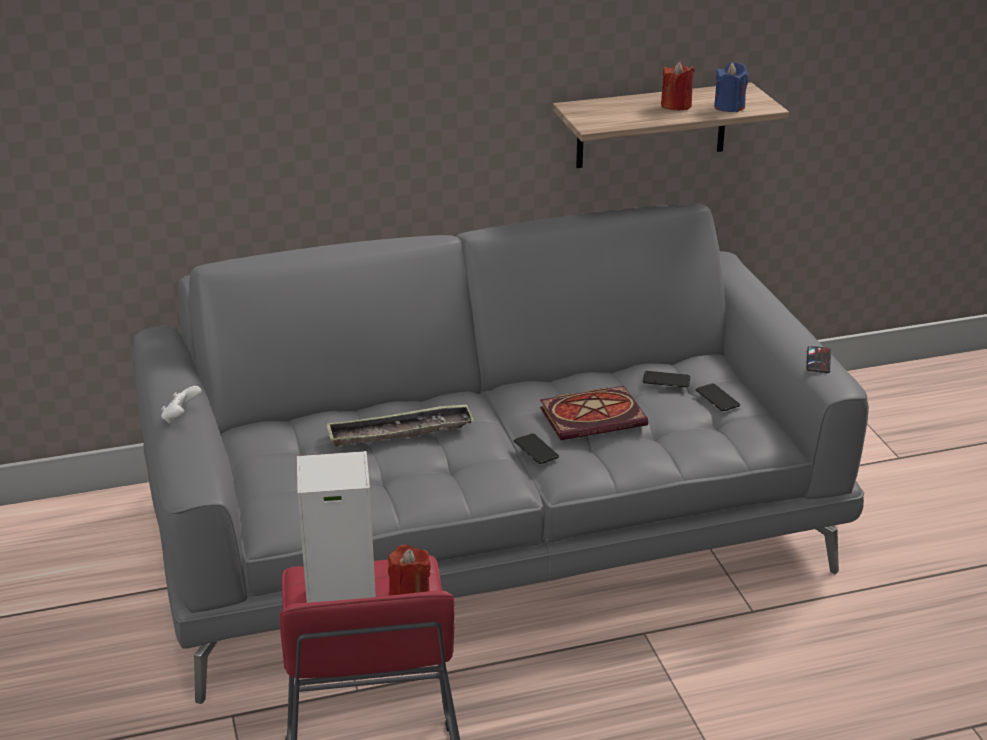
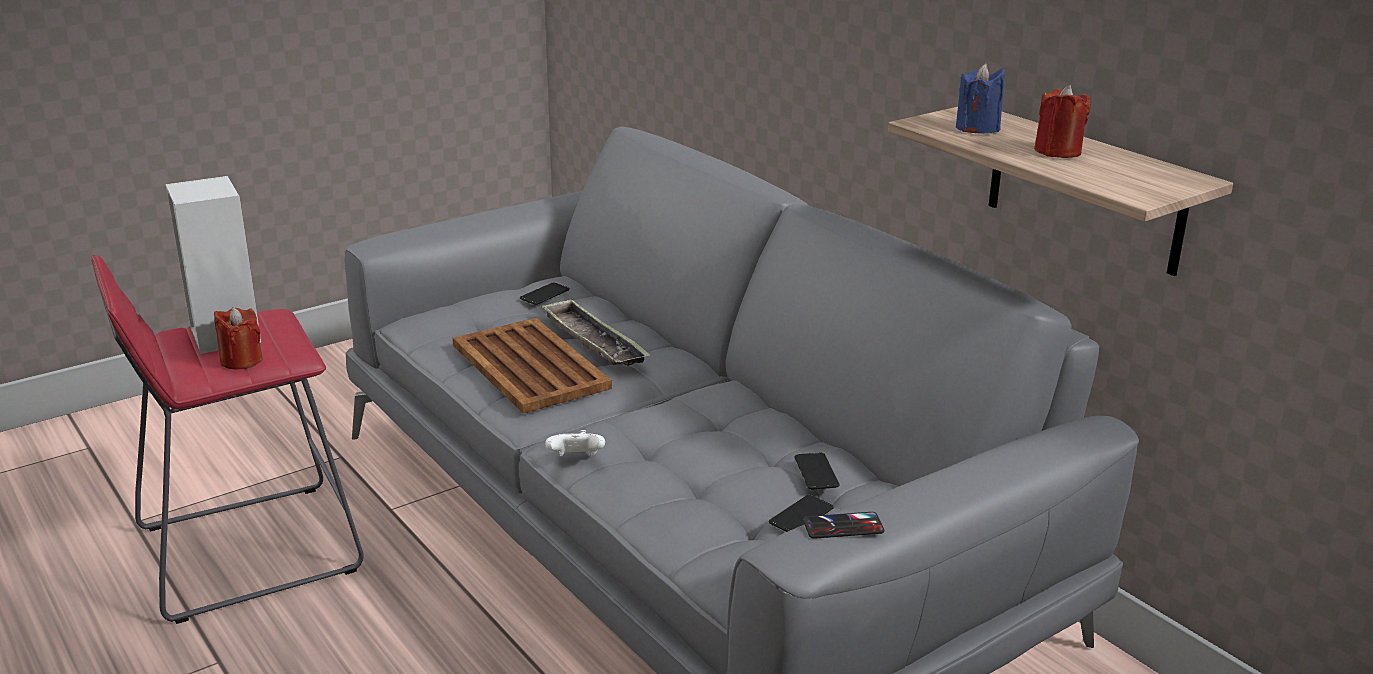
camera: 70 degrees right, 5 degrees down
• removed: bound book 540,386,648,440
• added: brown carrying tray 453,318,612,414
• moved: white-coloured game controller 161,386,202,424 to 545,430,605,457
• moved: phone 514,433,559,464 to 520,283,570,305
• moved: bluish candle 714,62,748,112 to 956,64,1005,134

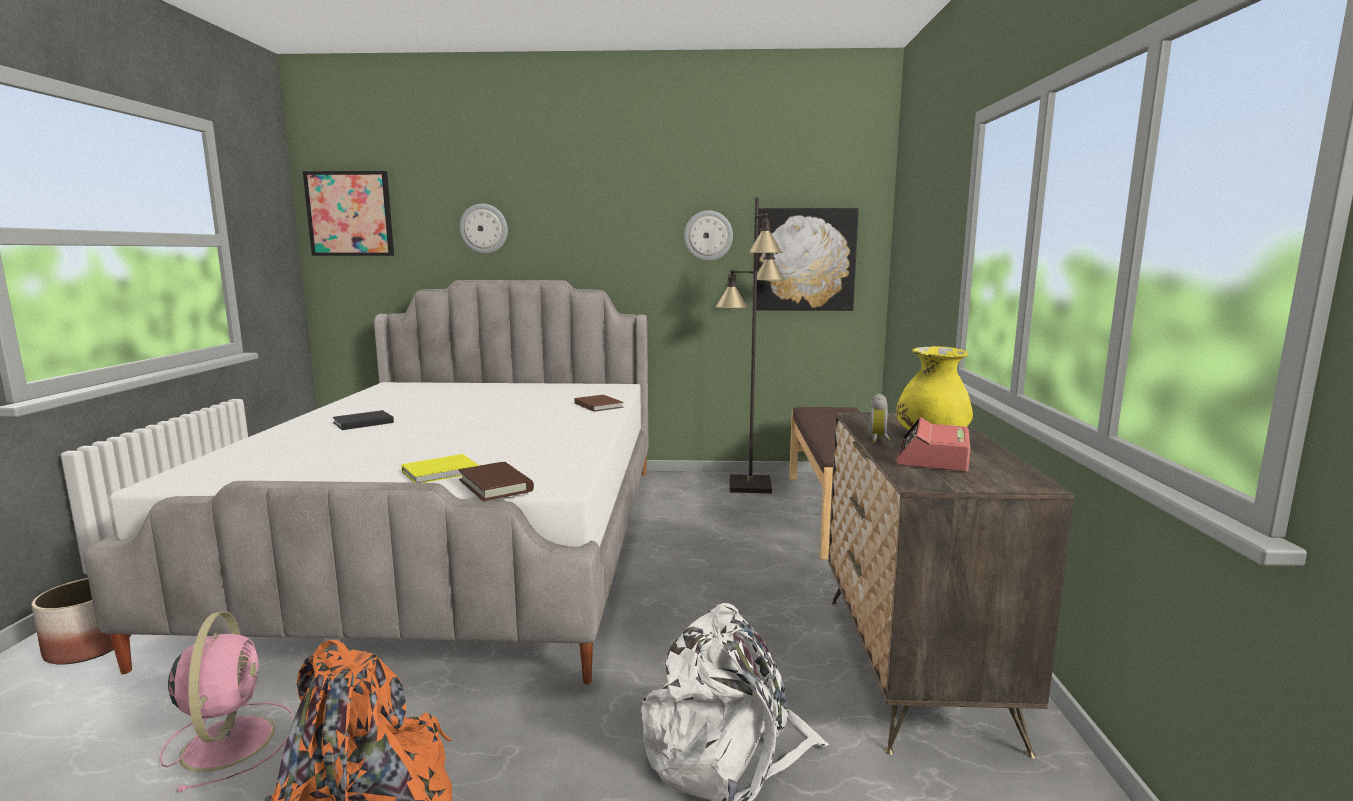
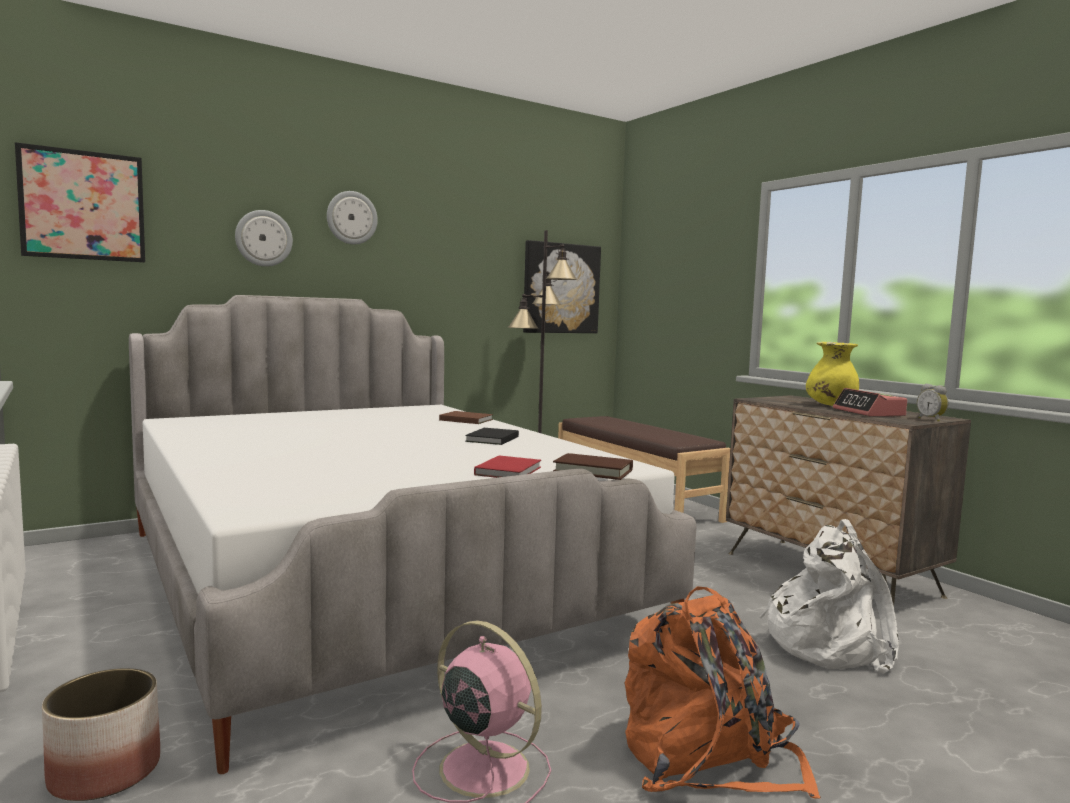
camera: 35 degrees left, 5 degrees down
• moved: black-coloured bound book 333,410,394,430 to 465,428,519,445
• moved: hanging clock 684,210,733,261 to 327,191,378,245
• moved: bedside clock 869,393,890,443 to 917,384,948,422
• recoloured: yellow bound book 401,454,479,483 to red bound book 474,456,541,478

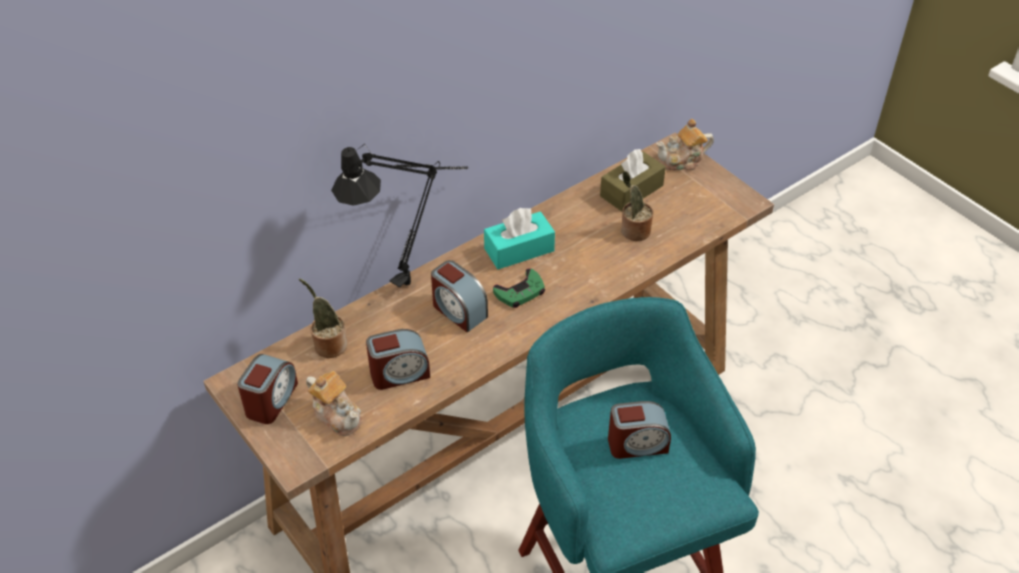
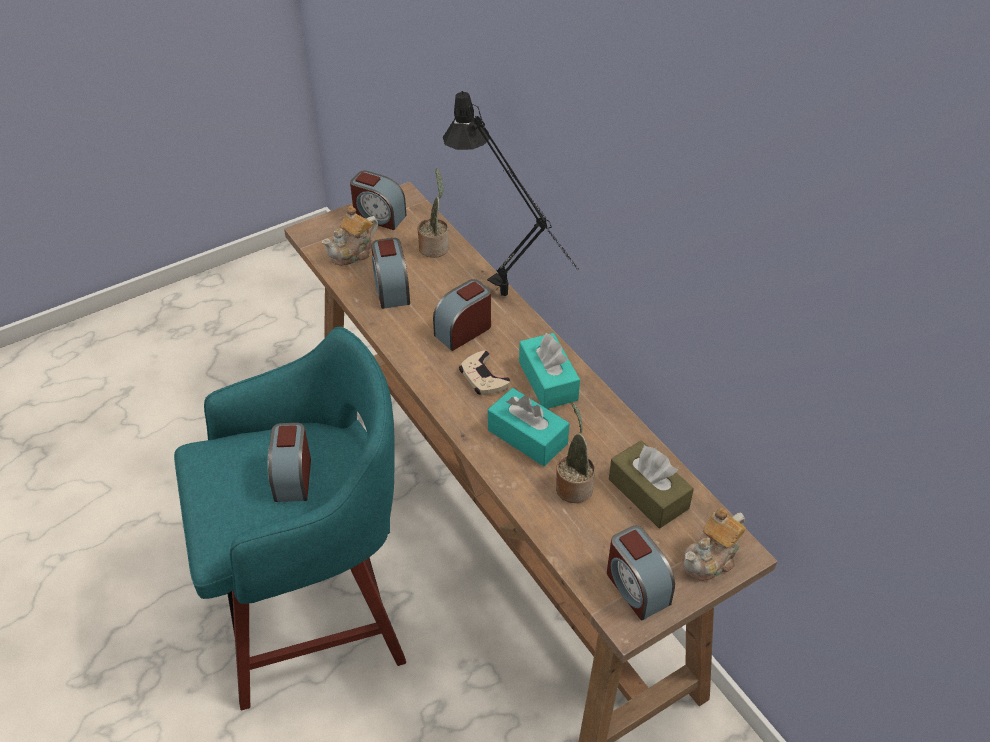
camera: 95 degrees right, 0 degrees up
• added: turquoise tissue box 488,388,569,466
• added: bedside clock 607,525,675,621
• recoloured: green game controller 493,268,545,308 to sand-coloured game controller 459,351,510,395
• turned: tea pot 656,119,714,170 = 682,508,746,581 120 degrees counterclockwise

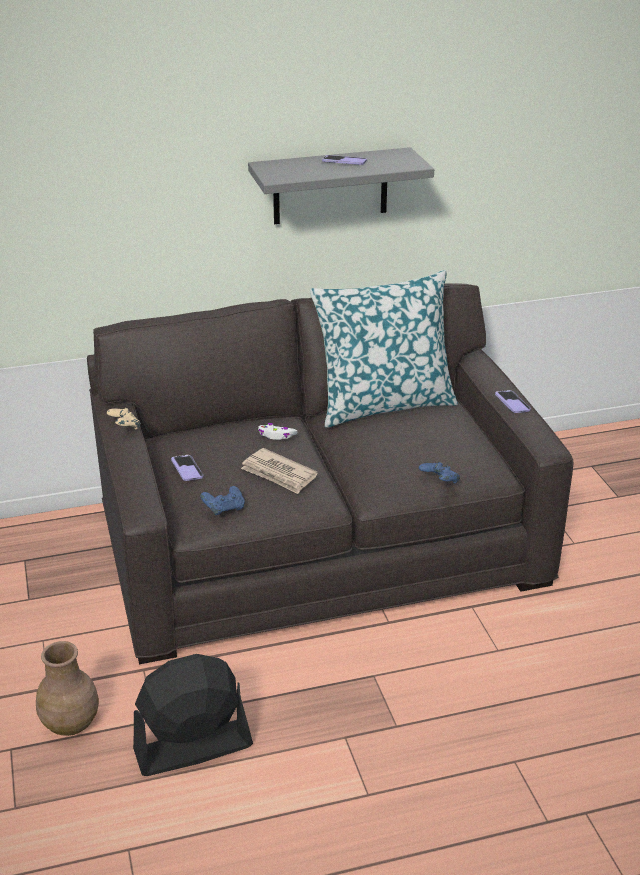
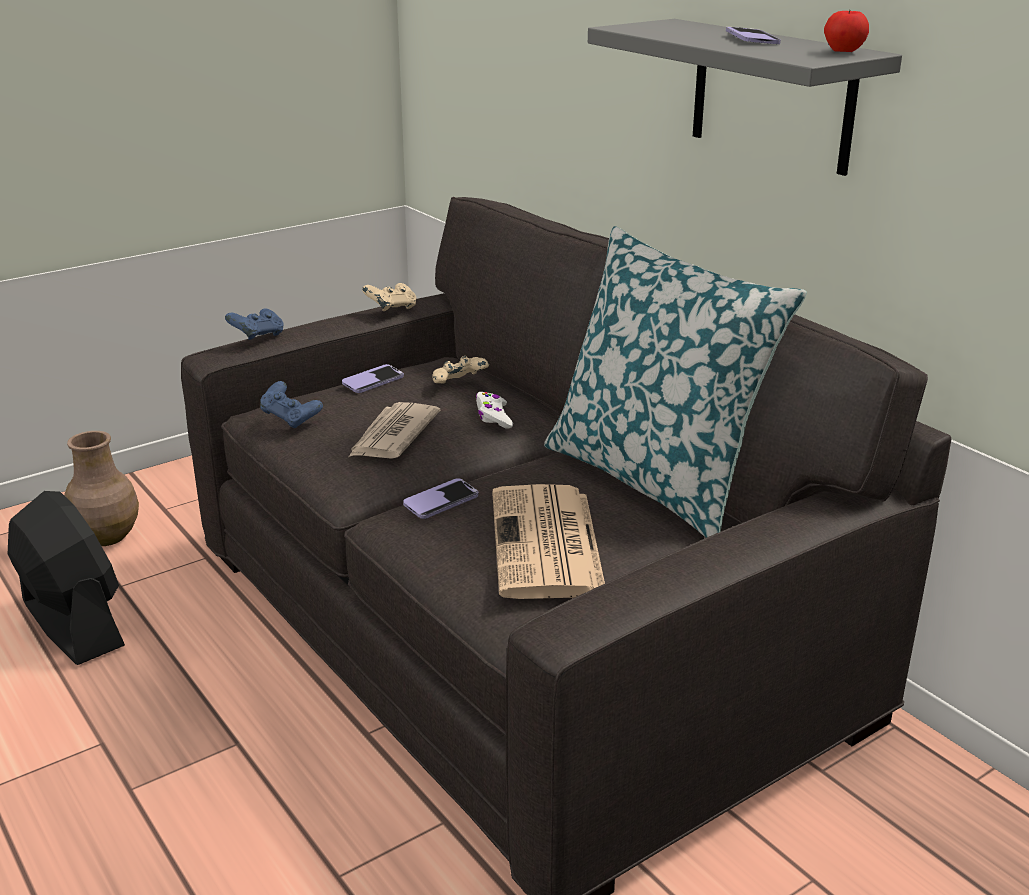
camera: 70 degrees right, 5 degrees down
• added: sand-coloured game controller 432,356,489,384
• added: newspaper 492,484,605,599
• added: whole apple 824,10,869,52
• moved: bluish game controller 419,462,460,483 to 225,308,283,340
• moved: phone 495,390,531,413 to 403,478,478,519

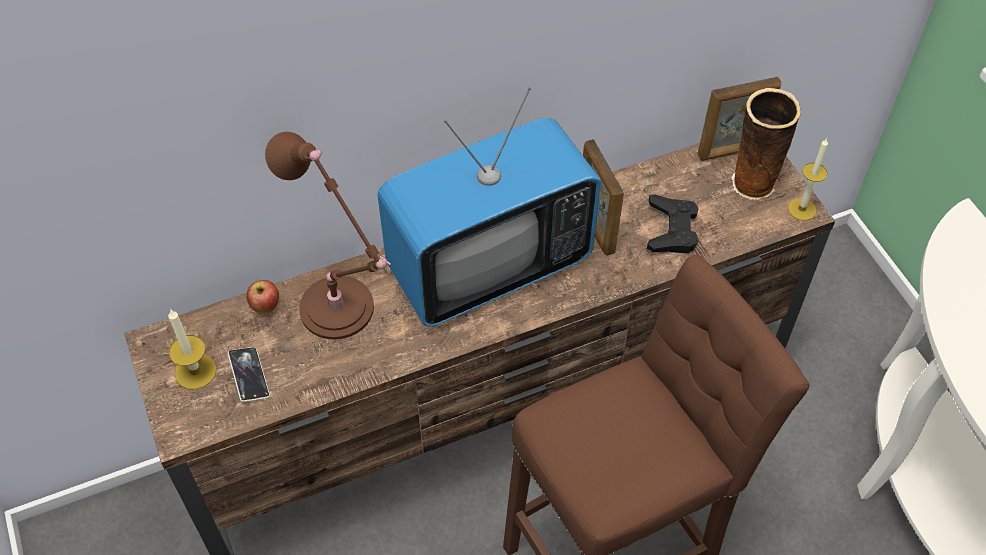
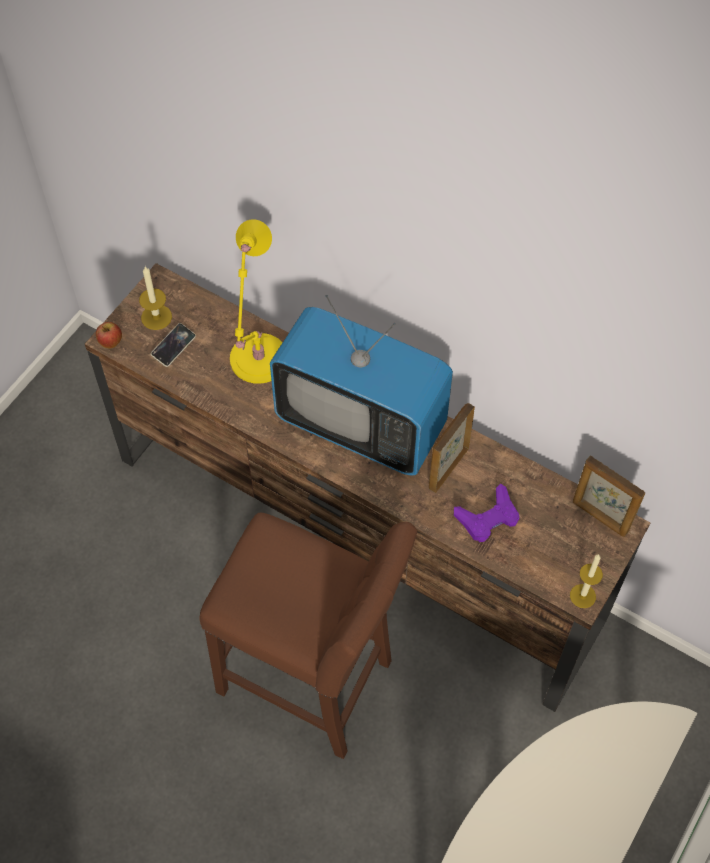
camera: 55 degrees right, 5 degrees up
• removed: decorative vase 731,88,801,200
• moved: whole apple 246,280,279,314 to 96,322,122,348
• recoloured: brown table lamp 265,132,391,340 to yellow table lamp 230,219,283,384
• recoloured: black-coloured game controller 647,194,699,253 to purplish game controller 454,484,519,542

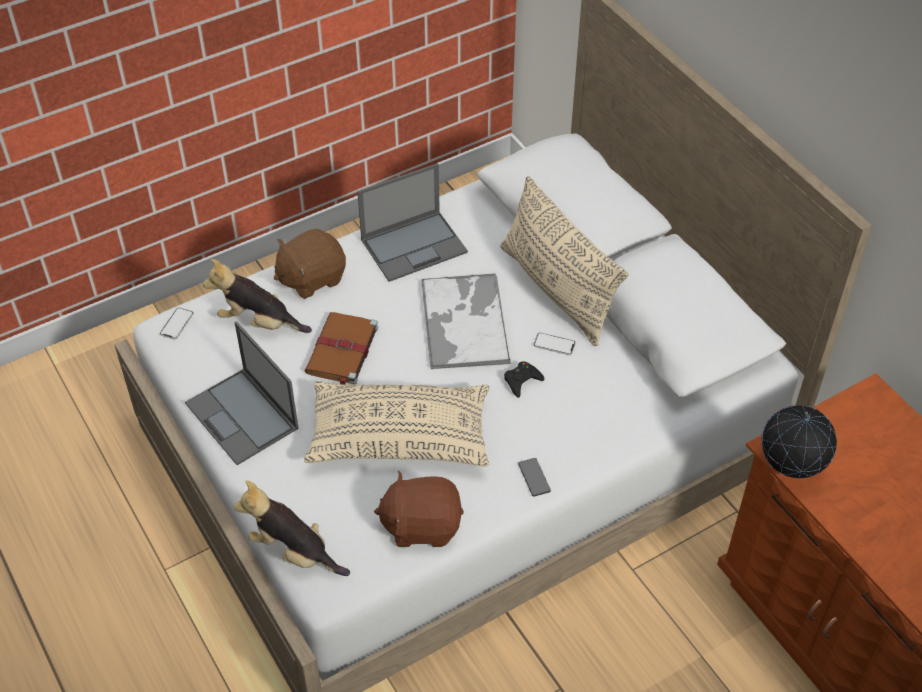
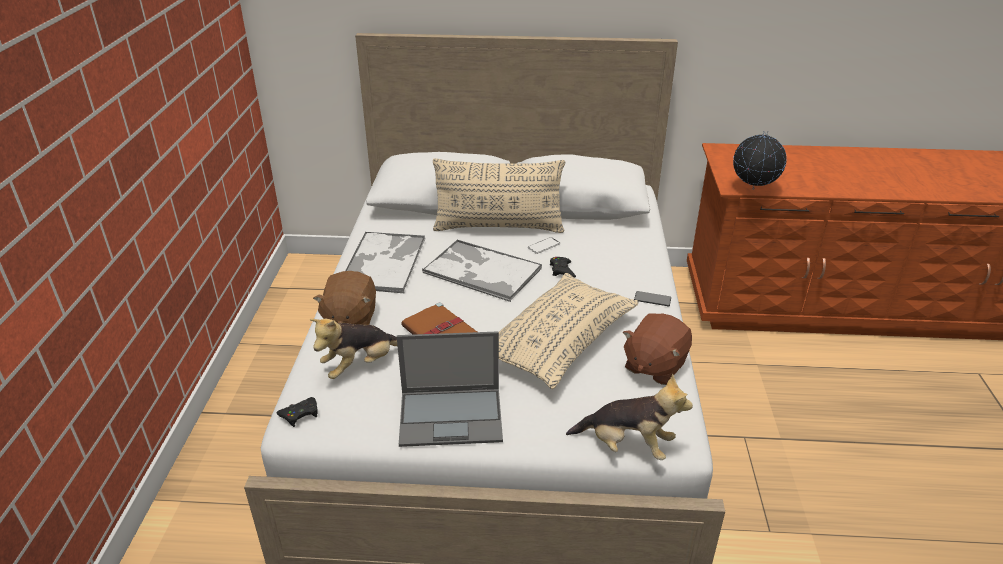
camera: 55 degrees left, 15 degrees down
• replaced: phone 160,308,194,339 to black-coloured game controller 277,397,318,427
• replaced: notebook computer 357,163,468,282 to carrying tray 345,231,426,293
• turned: cuddly toy 234,480,350,576 = 566,374,693,460 135 degrees counterclockwise

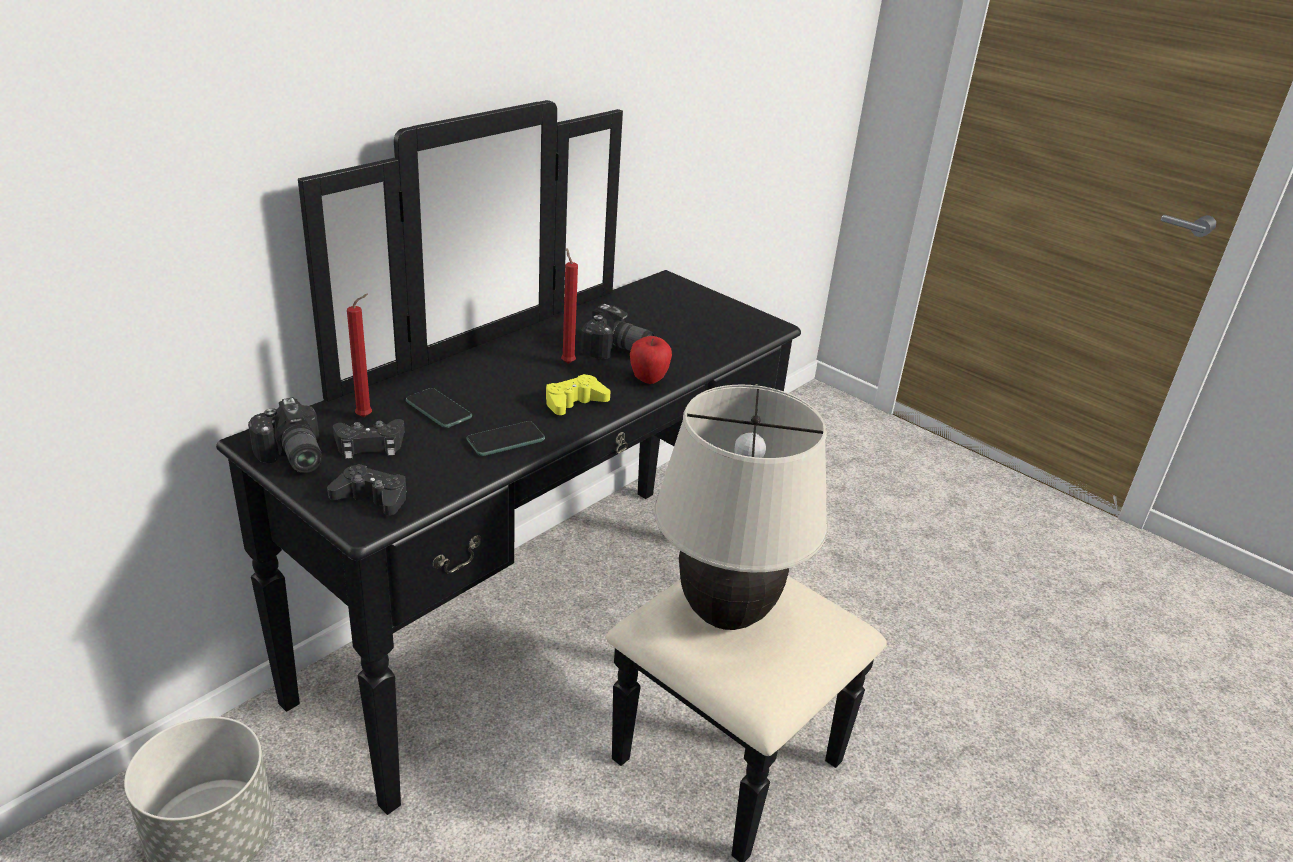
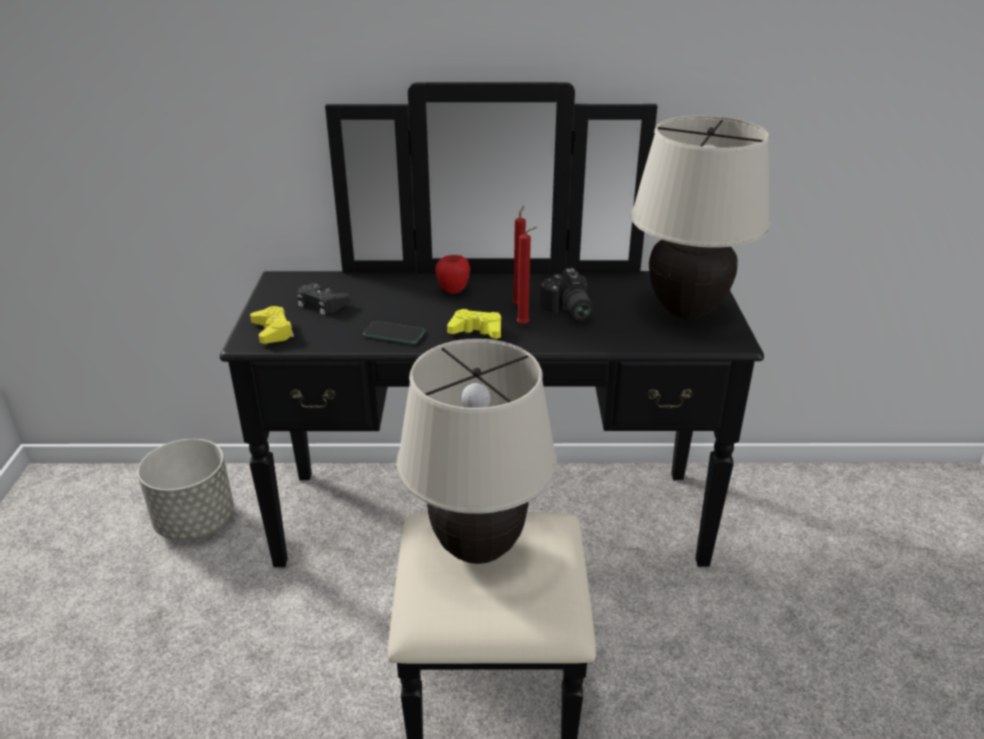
camera: 50 degrees right, 0 degrees up
• removed: photo camera 248,397,322,473
• removed: phone 406,388,472,428
• added: sand-coloured table lamp 630,116,770,319
• moved: red candle 347,294,372,417 to 517,227,537,325
• moved: whole apple 630,336,672,384 to 435,255,470,294
• recoloured: black-coloured game controller 327,464,407,515 to yellow game controller 250,306,294,344

